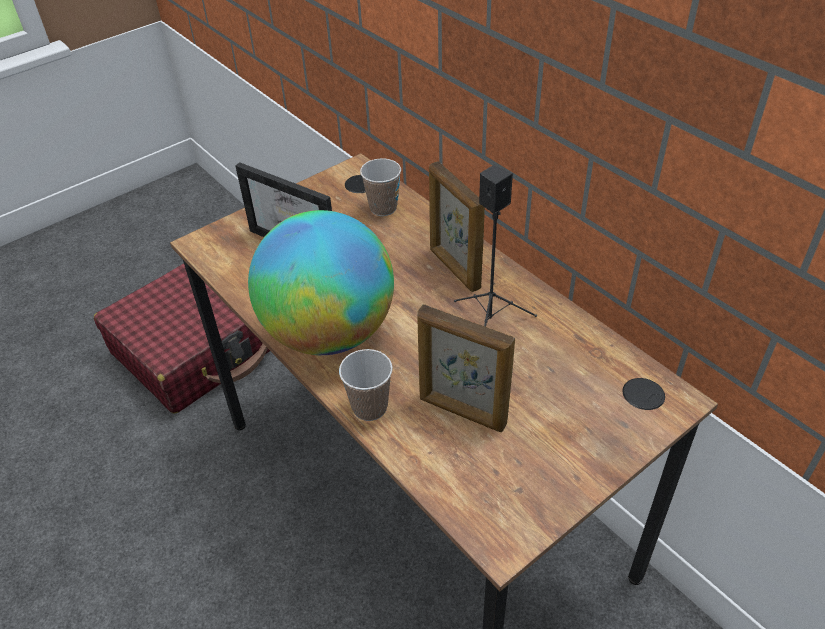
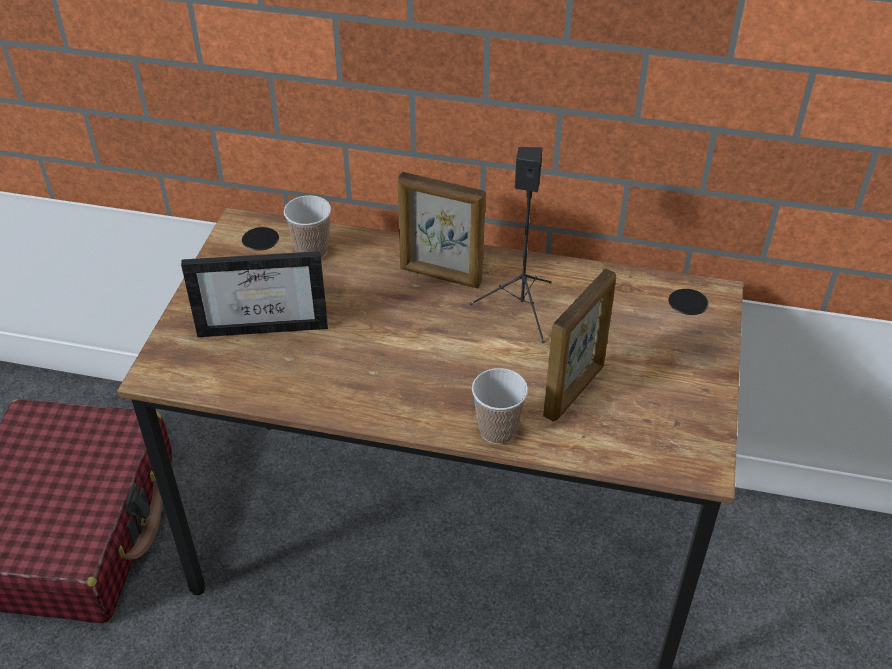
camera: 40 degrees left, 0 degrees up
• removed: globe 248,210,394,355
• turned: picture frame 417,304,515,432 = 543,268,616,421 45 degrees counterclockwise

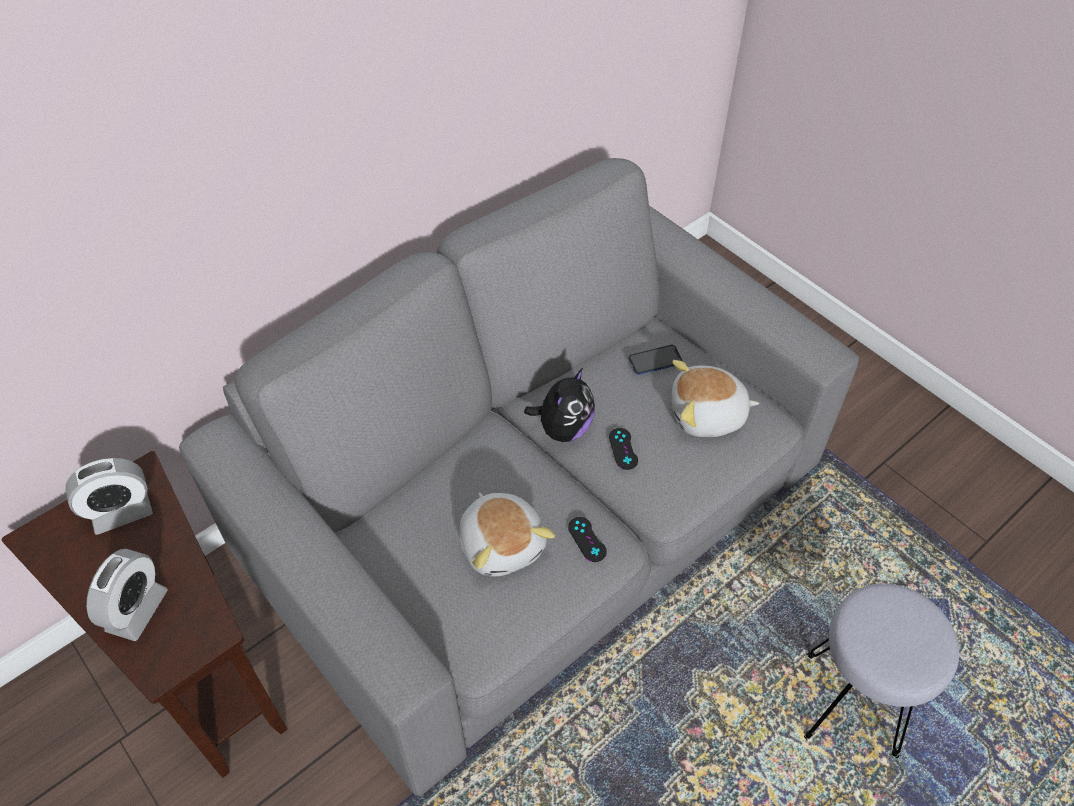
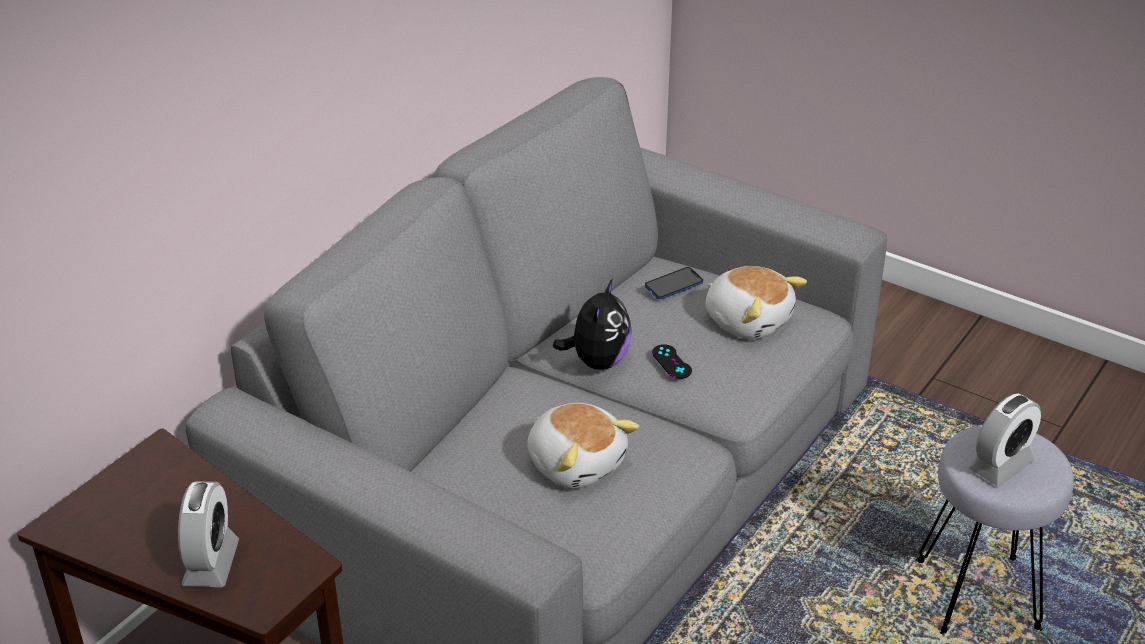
camera: 15 degrees left, 15 degrees down
• removed: black-coloured game controller 568,517,607,562
• moved: bedside clock 66,458,153,535 to 969,393,1041,486
• turned: cuddly toy 671,360,759,437 = 706,266,807,339 120 degrees counterclockwise

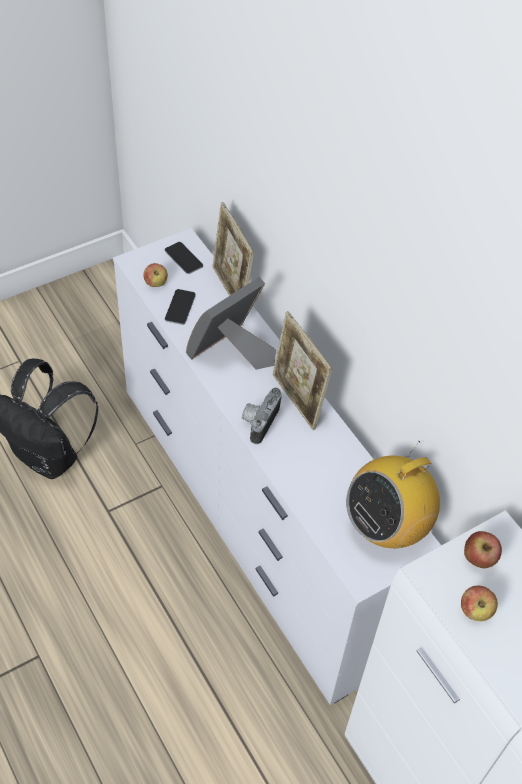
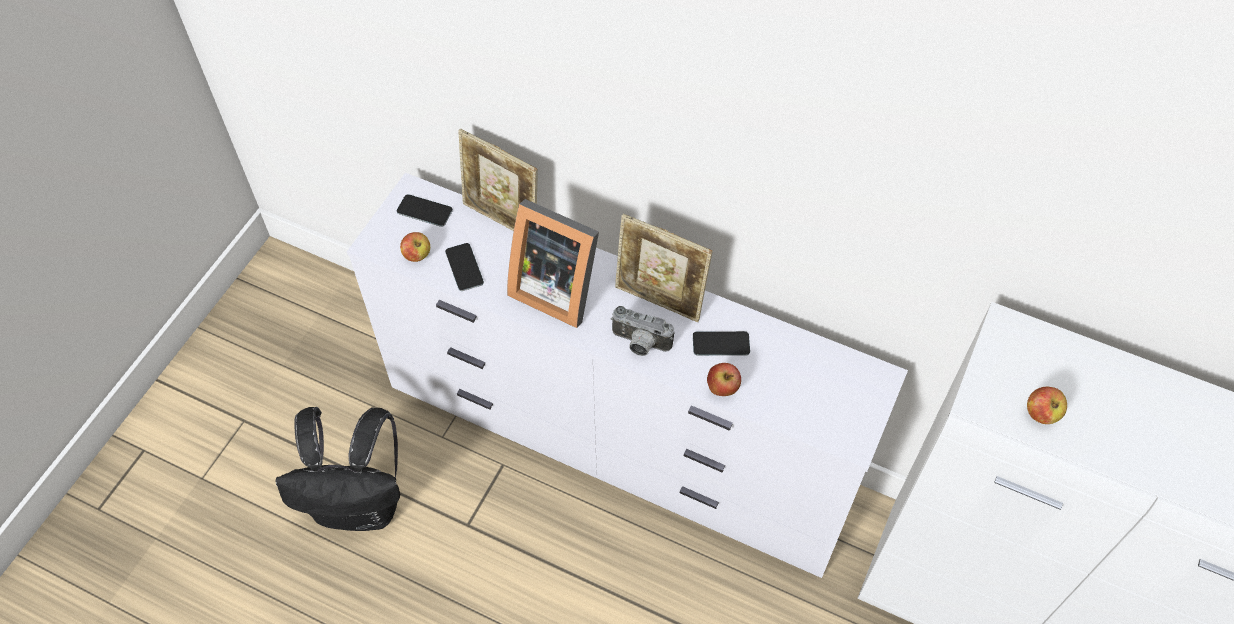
camera: 30 degrees left, 5 degrees up
• removed: radio set 346,441,440,548
• added: phone 693,331,750,356
• moved: whole apple 464,531,502,568 to 707,363,741,396
• turned: picture frame 186,277,276,370 = 507,199,599,328 75 degrees counterclockwise
• turned: photo camera 242,388,282,444 = 610,306,675,356 60 degrees counterclockwise

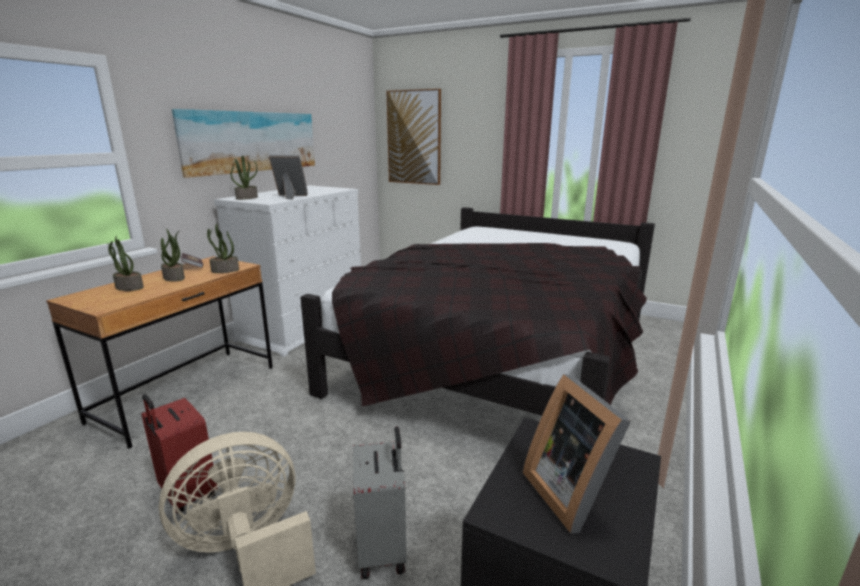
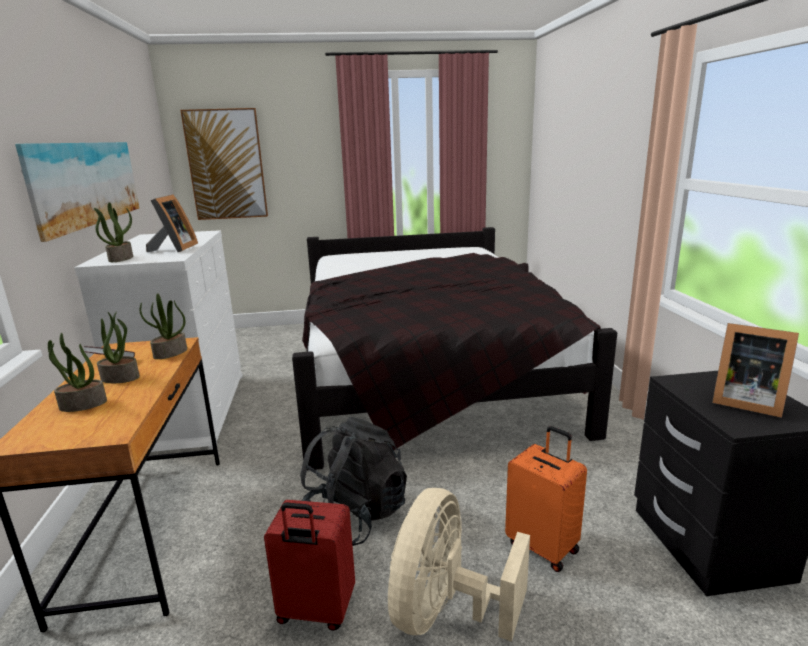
camera: 35 degrees left, 0 degrees up
• added: black-coloured knapsack 300,417,407,546
• recoloured: grey suitcase 353,427,407,579 to orange-coloured suitcase 505,426,587,572
• turned: picture frame 269,155,308,200 = 146,195,198,252 120 degrees clockwise

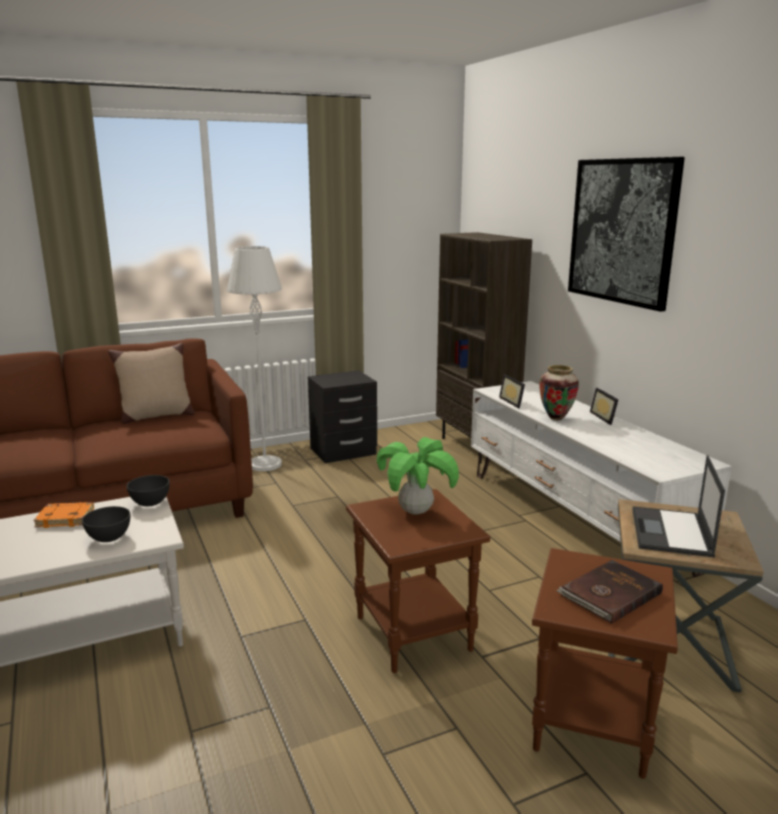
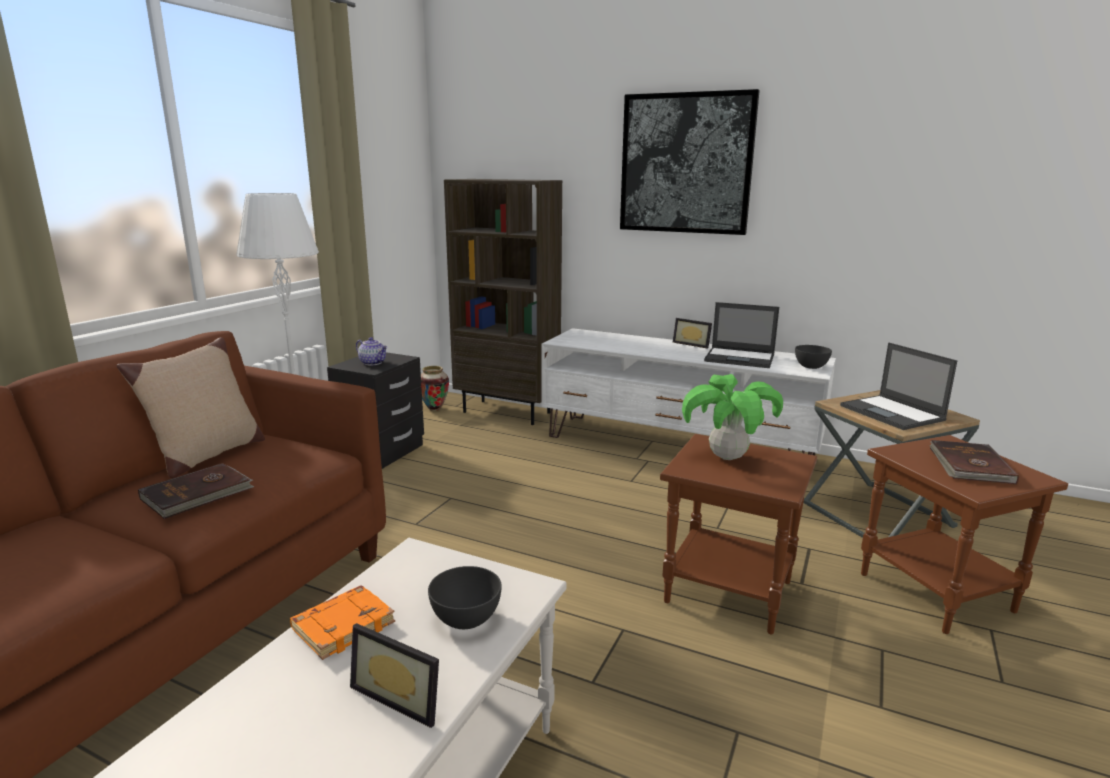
camera: 40 degrees left, 0 degrees up
• added: brown bound book 138,463,254,519
• added: tea pot 356,337,388,365
• added: notebook computer 704,302,779,368
• moved: grey deep dish 127,475,170,507 to 795,345,832,369
• moved: picture frame 499,374,525,408 to 350,623,439,728
• moved: decorative vase 539,365,579,420 to 421,366,449,411

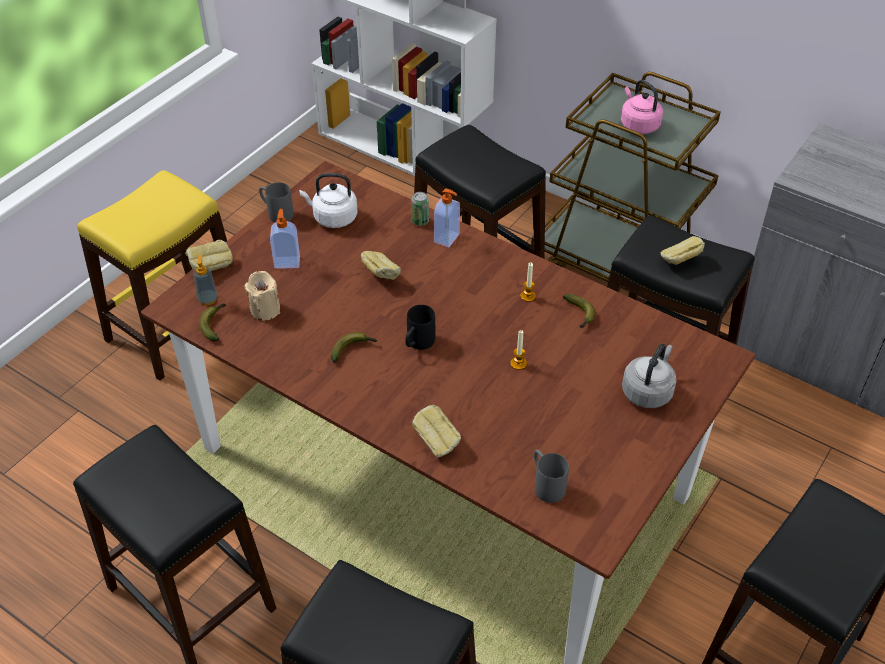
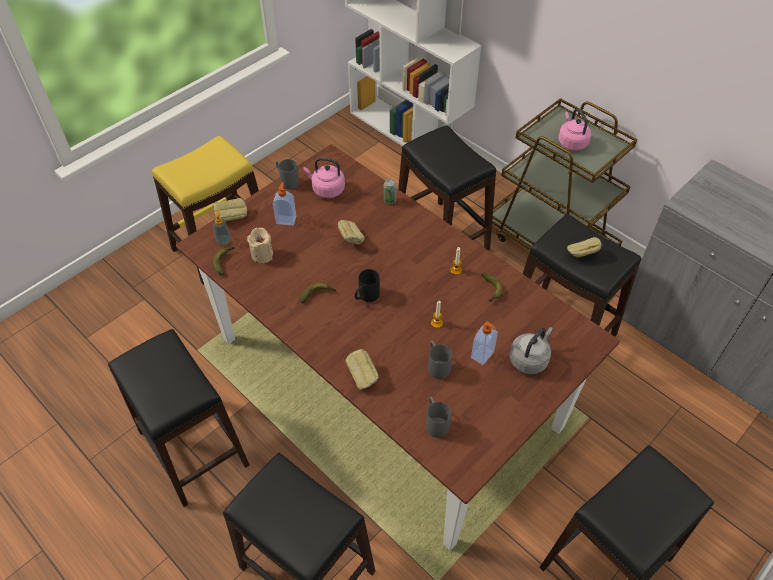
camera: 10 degrees right, 5 degrees up
• added: grey mug 428,341,452,379
• moved: soap dispenser 434,189,460,248 to 471,321,498,365
• recoloured: white-coloured water kettle 300,173,358,228 to pink water kettle 303,157,345,198

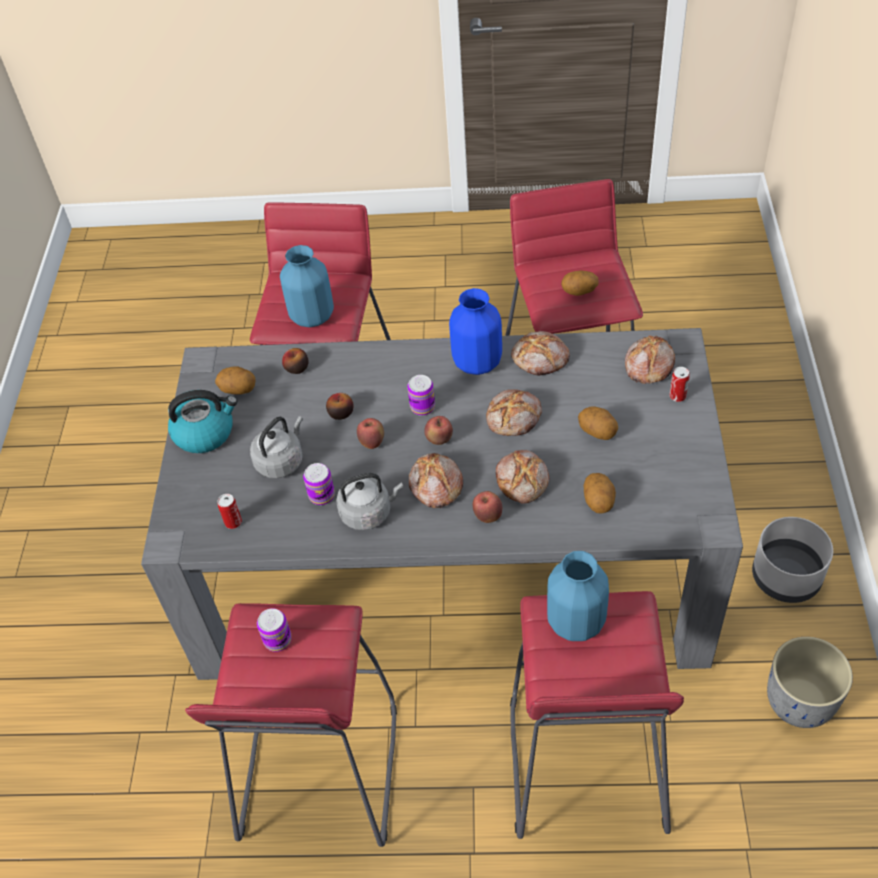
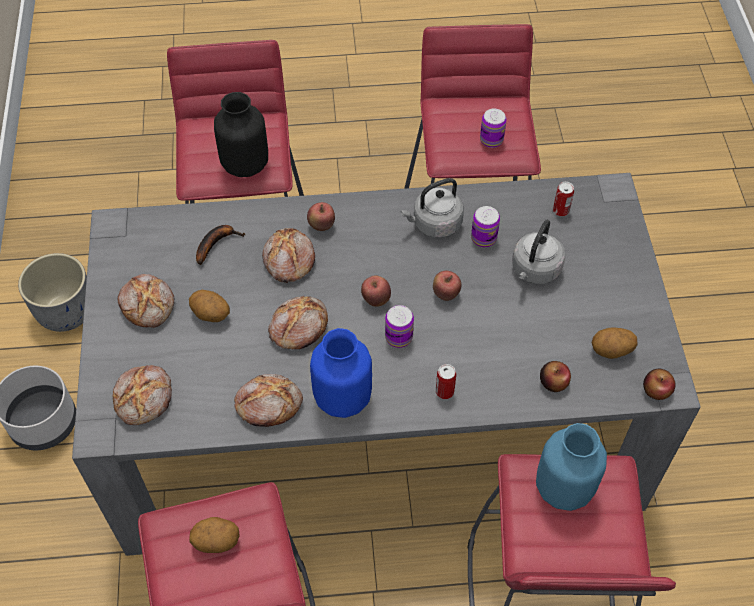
camera: 170 degrees right, 5 degrees up
• removed: water kettle 168,390,237,453
• moved: whole apple 326,393,354,420 to 643,369,676,400
• moved: bakery bread 409,453,463,508 to 118,274,174,328
• moved: can 669,367,690,402 to 436,364,456,399
• replaced: whole potato 584,473,616,513 to banana 196,225,245,265
• recoloured: bluish decorative vase 547,551,609,641 to black-coloured decorative vase 214,92,268,177

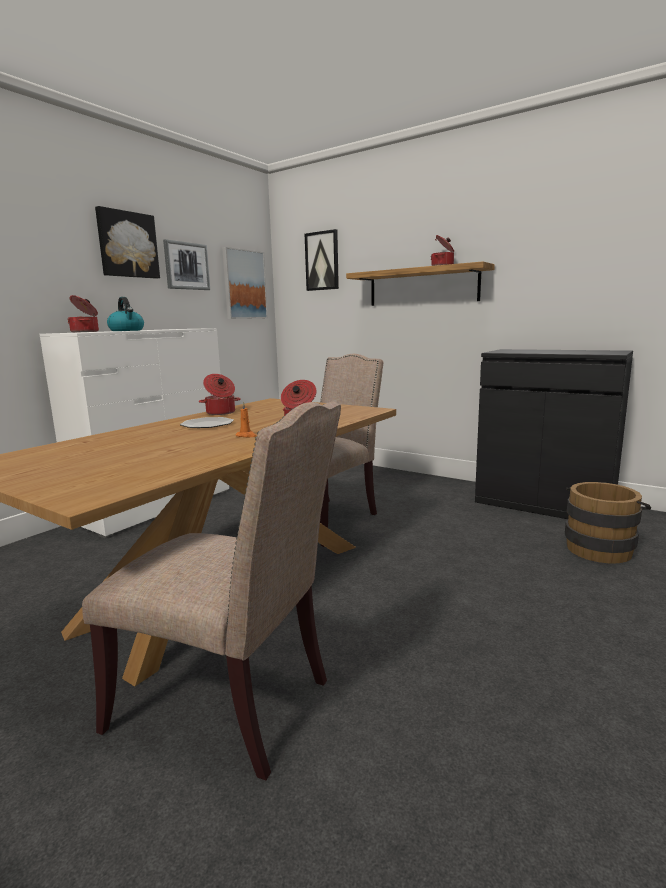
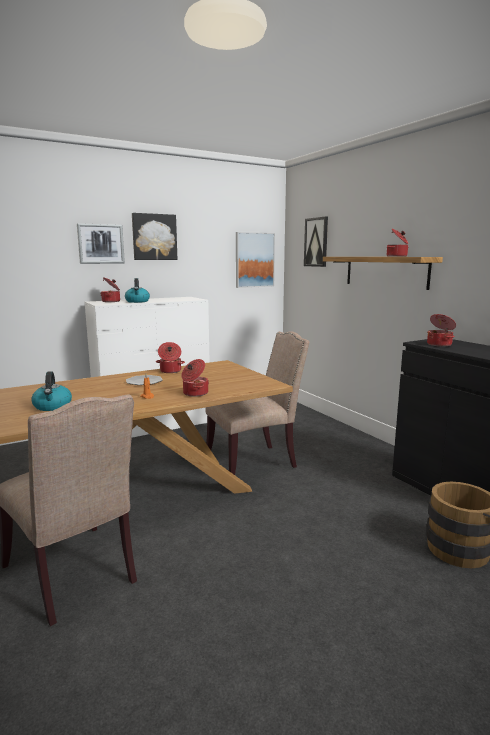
camera: 25 degrees right, 0 degrees up
• added: water kettle 31,371,72,411
• added: saucepot 427,314,456,347
• moved: wall art 163,239,210,290 to 77,223,125,264

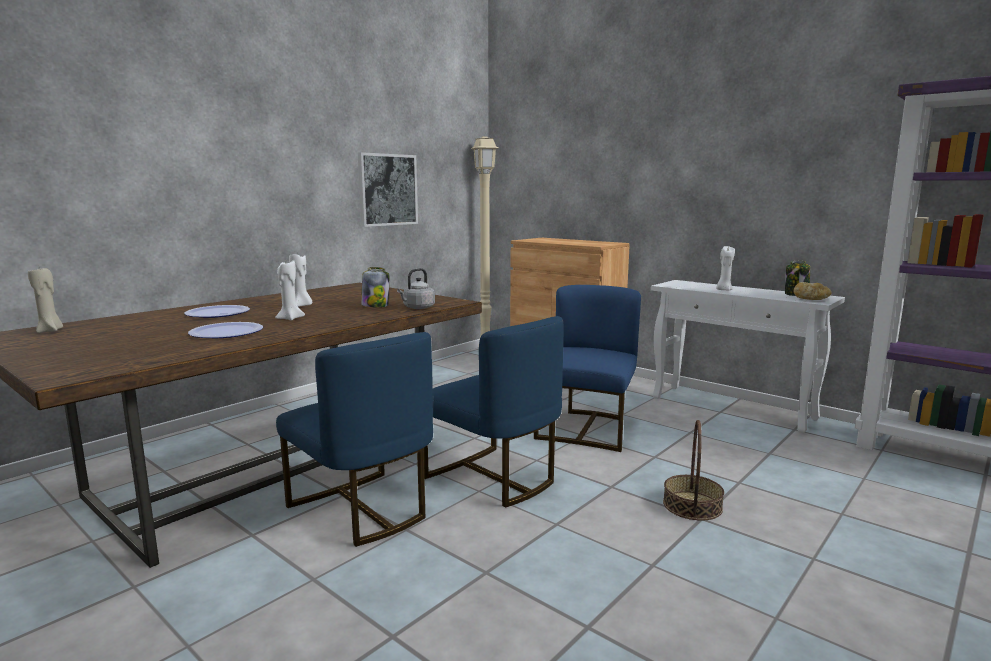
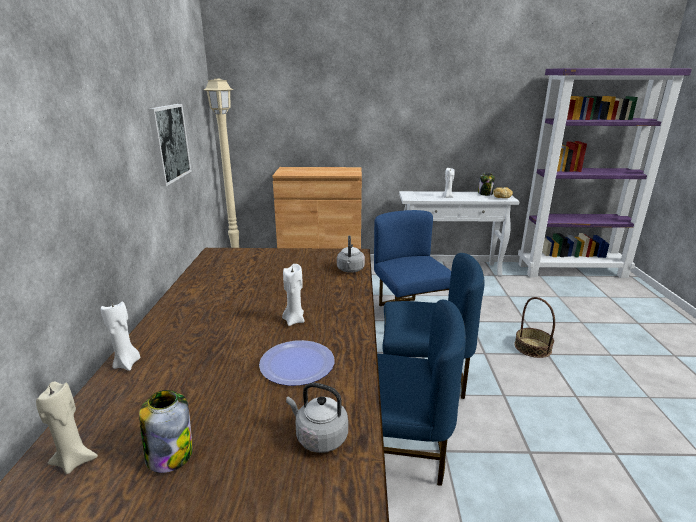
camera: 40 degrees left, 10 degrees up
• removed: flat dish 184,305,250,318
• added: grey water kettle 286,383,348,453
• moved: white-coloured candle 289,254,312,307 to 101,302,140,371
• moved: jar 361,267,389,307 to 139,390,193,473

